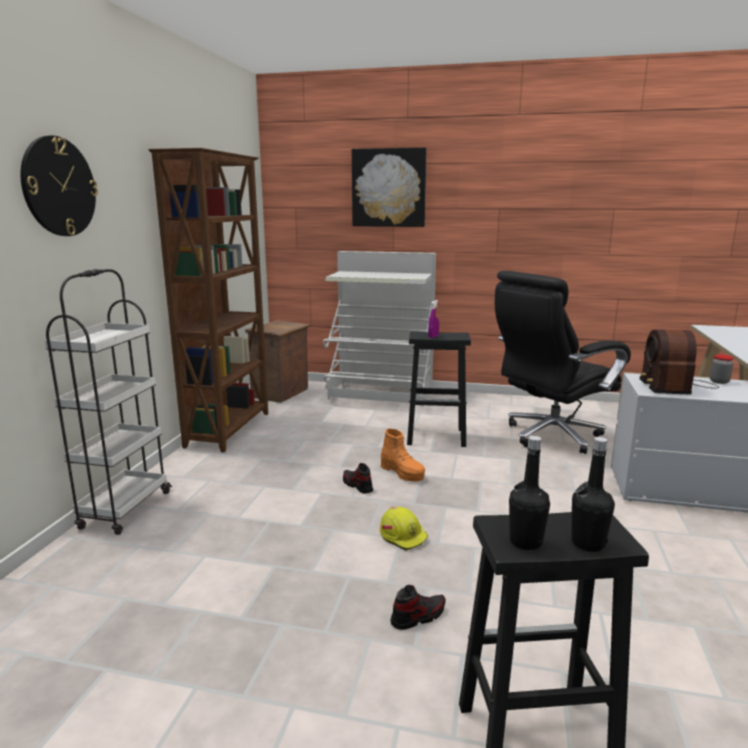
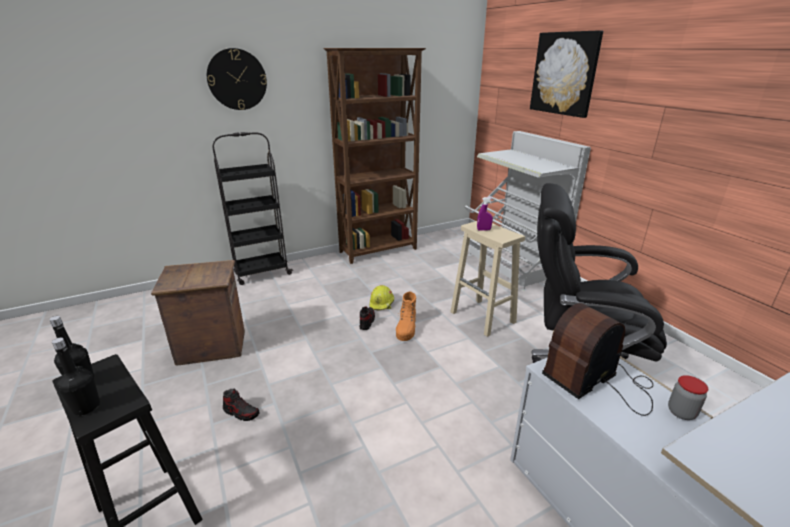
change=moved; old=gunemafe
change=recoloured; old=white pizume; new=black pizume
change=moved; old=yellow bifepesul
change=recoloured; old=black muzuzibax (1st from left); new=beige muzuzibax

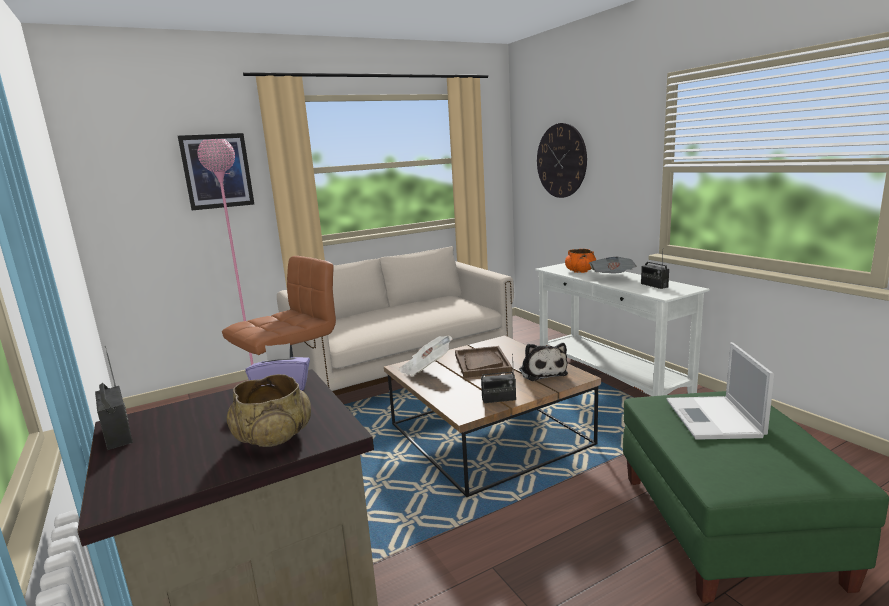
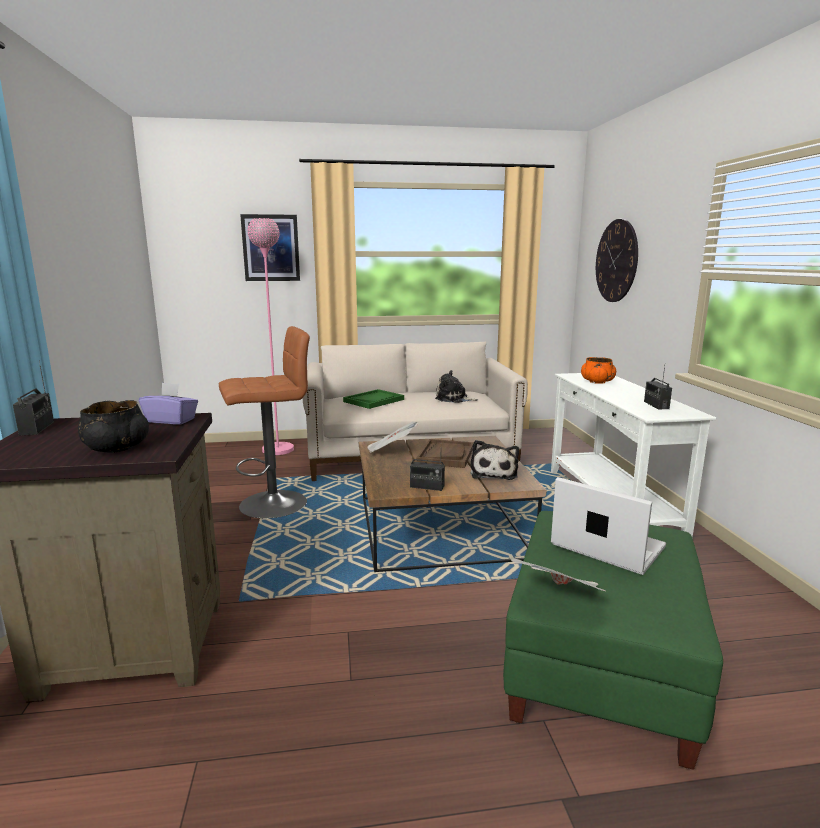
change=recoloured; old=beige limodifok; new=black limodifok
change=added; new=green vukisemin
change=added; new=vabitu (1st from left)
change=moved; old=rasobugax (2nd from left)
change=turned; old=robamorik; degrees=105

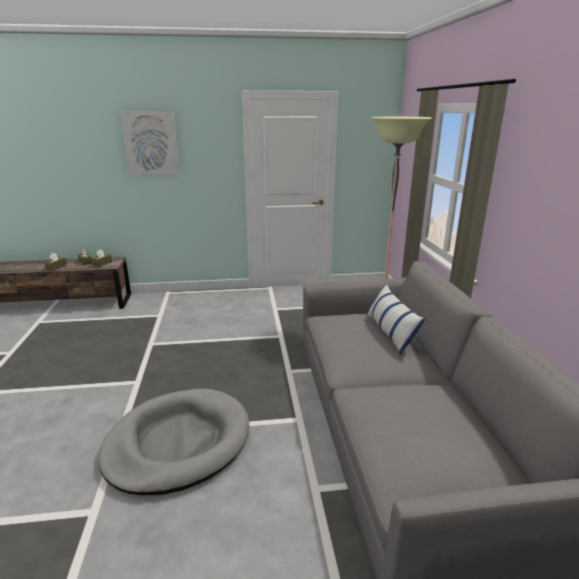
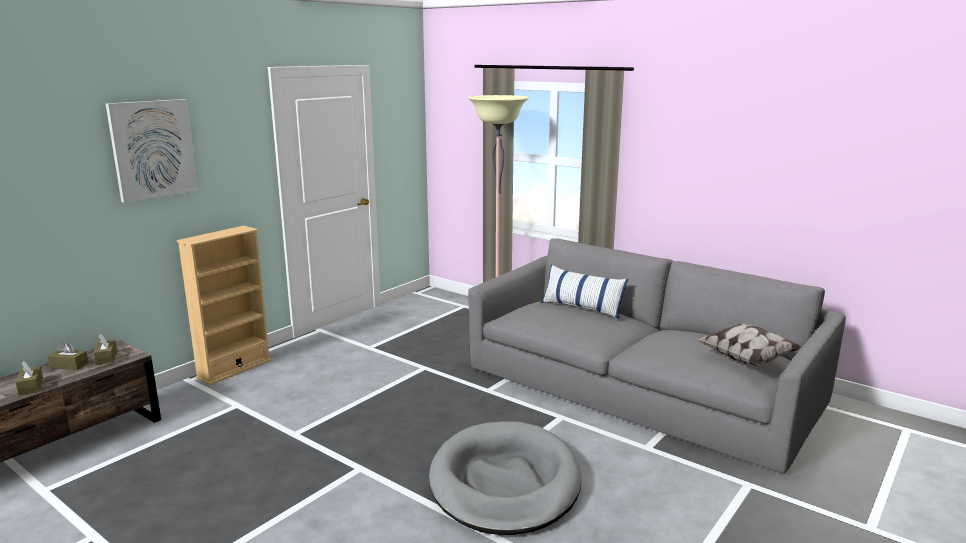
change=added; new=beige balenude
change=added; new=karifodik (2nd from left)

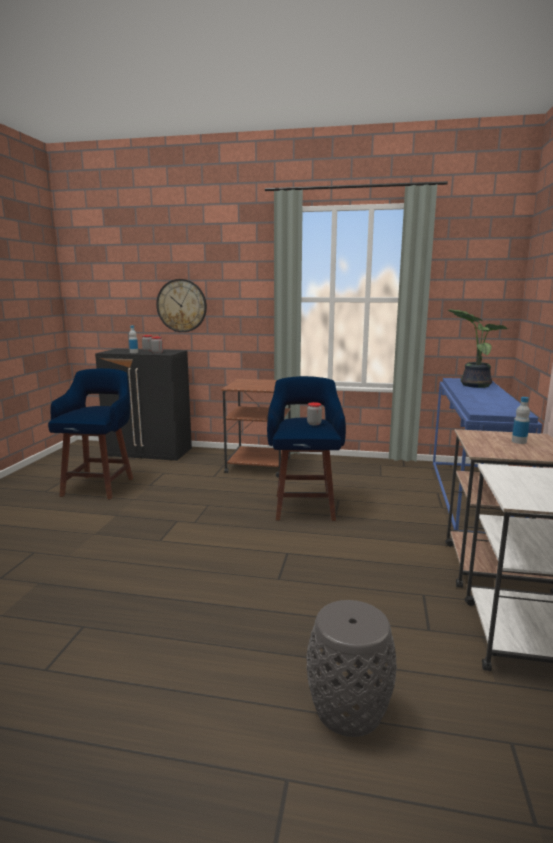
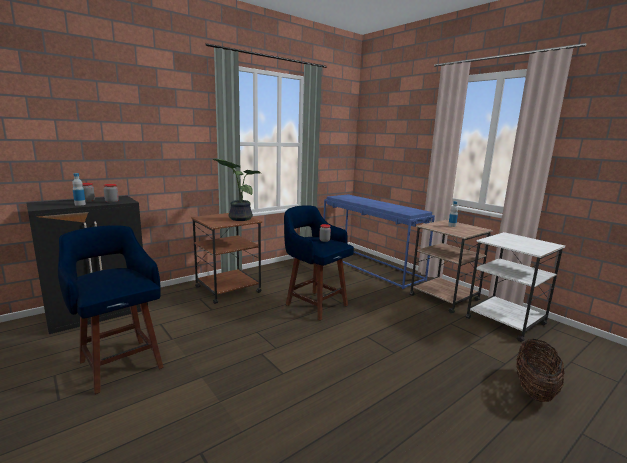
change=moved; old=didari
change=replaced; old=grey muzuzibax; new=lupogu
change=removed; old=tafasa

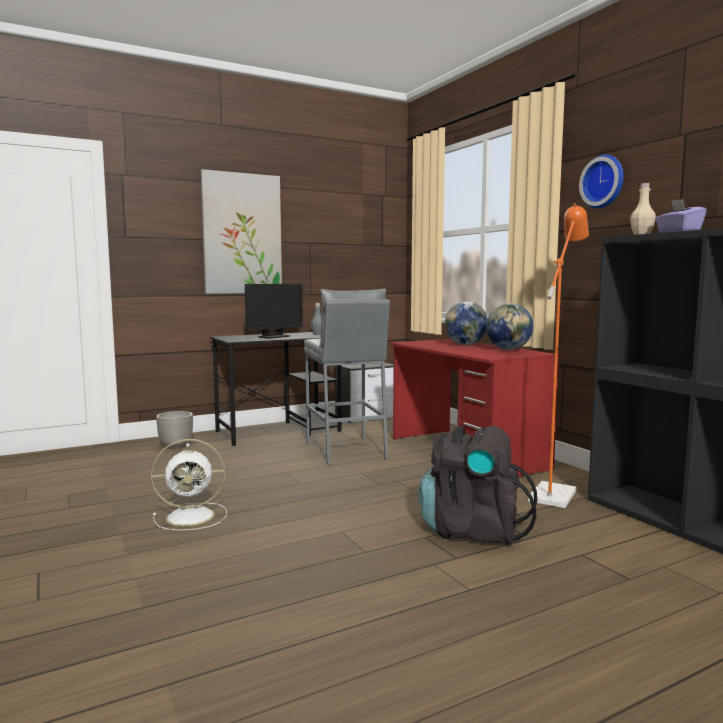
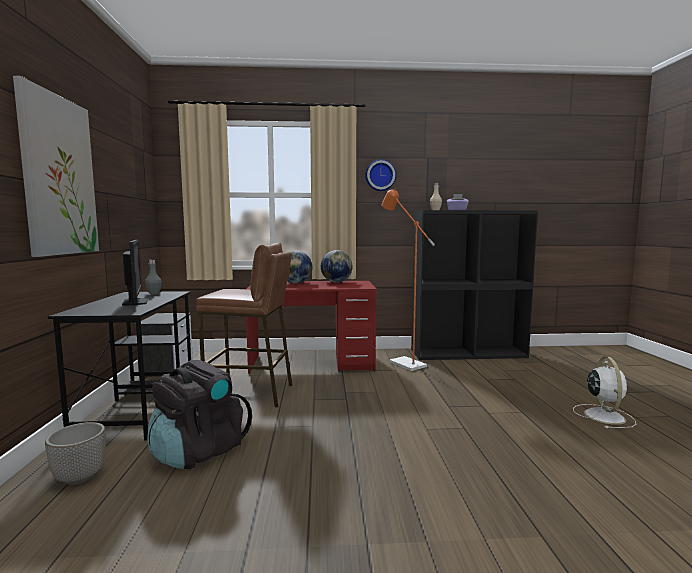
change=moved; old=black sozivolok
change=recoloured; old=grey muzuzibax; new=brown muzuzibax
change=moved; old=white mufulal

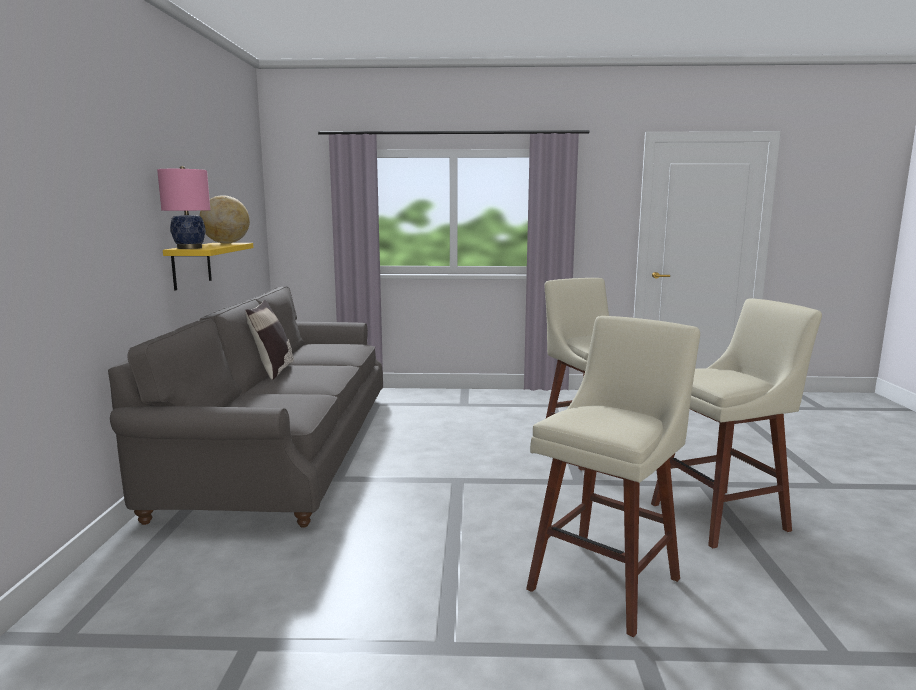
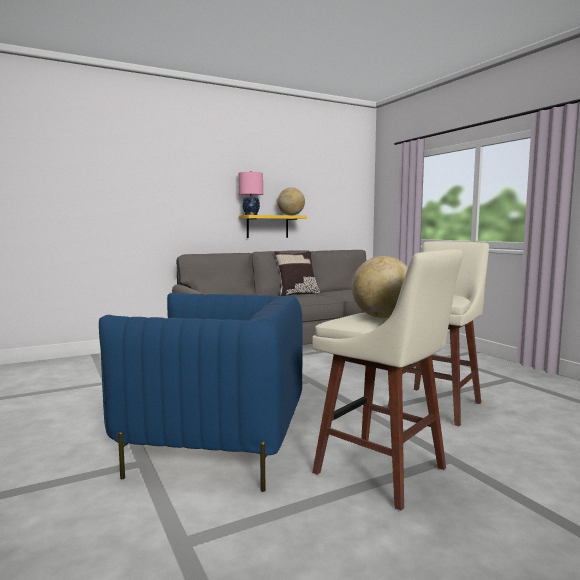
change=replaced; old=beige muzuzibax (2nd from left); new=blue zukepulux
change=added; new=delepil (2nd from left)

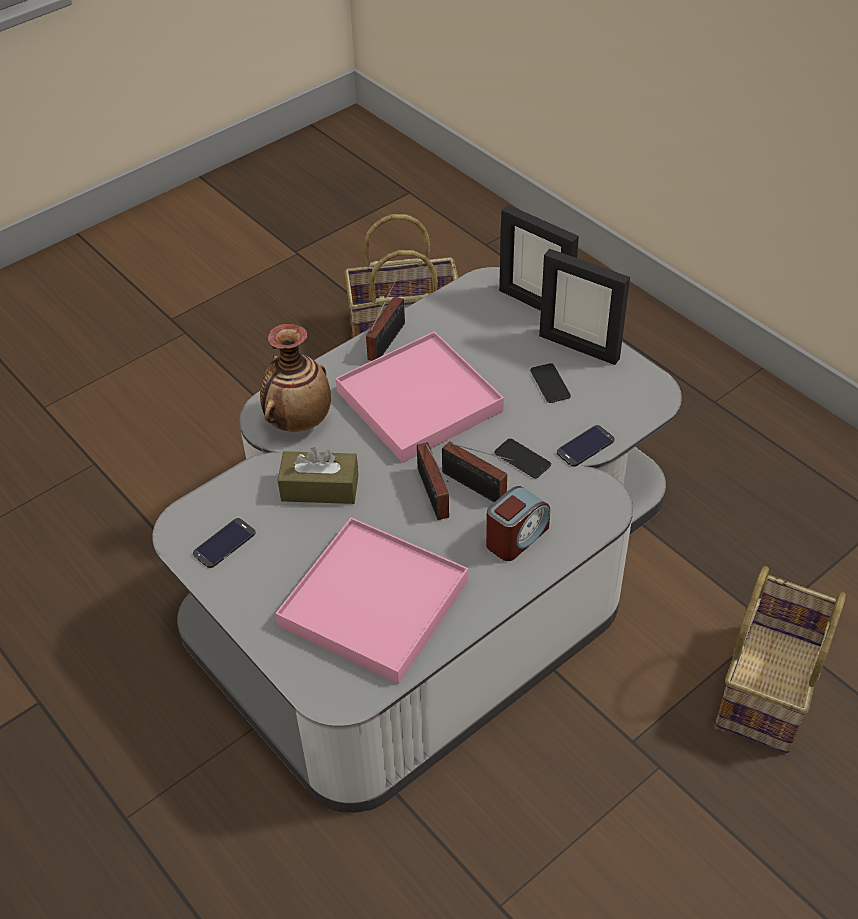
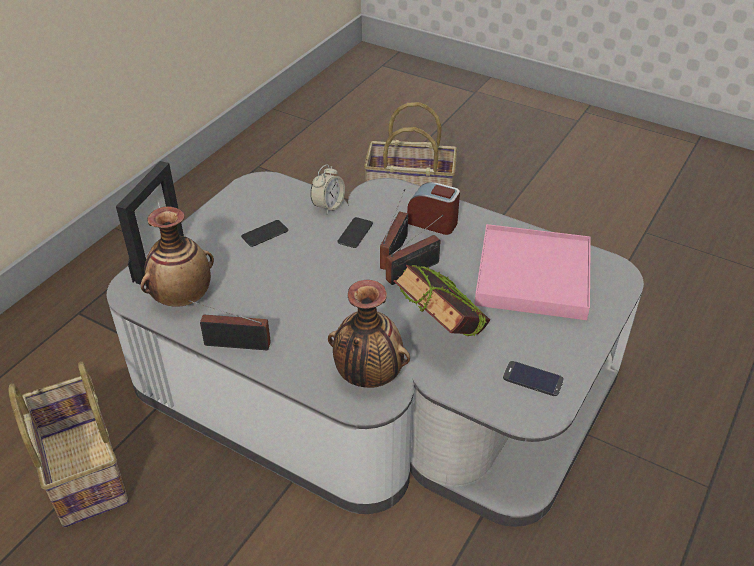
change=added; new=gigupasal (1st from left)
change=replaced; old=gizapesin (4th from left); new=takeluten (1st from left)
change=replaced; old=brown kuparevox; new=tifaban
change=removed; old=pink vukisemin (2nd from left)
change=removed; old=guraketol (2nd from left)

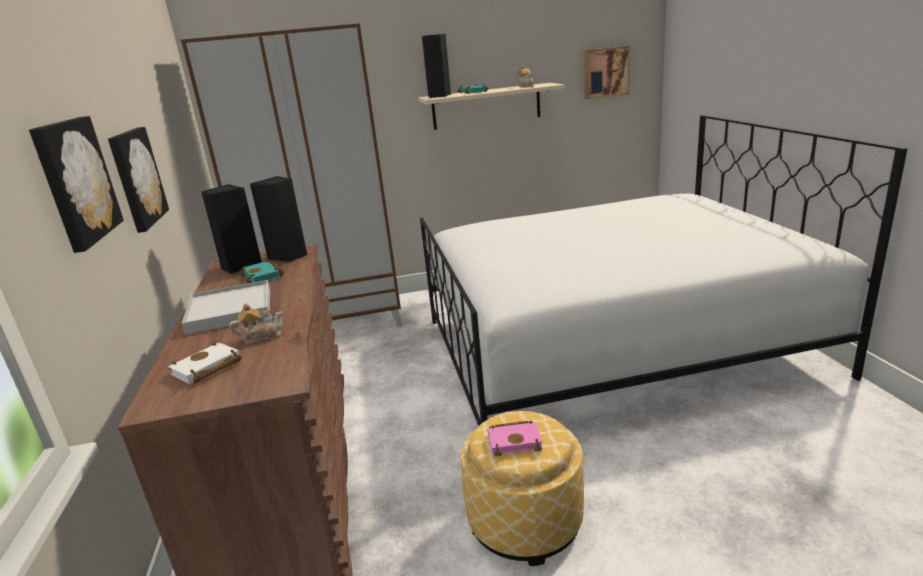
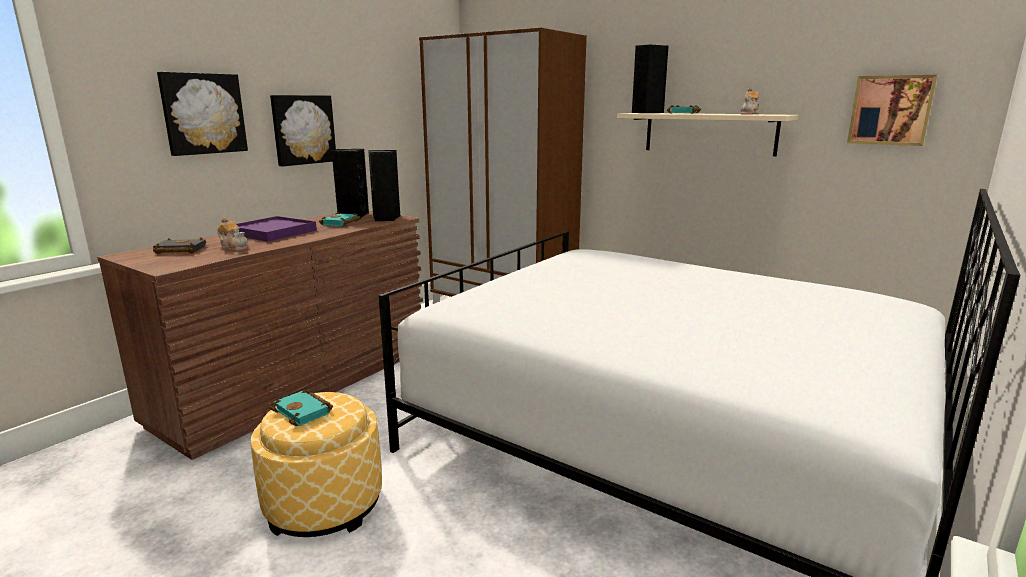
change=recoloured; old=white tifaban; new=black tifaban
change=recoloured; old=white vukisemin; new=purple vukisemin
change=recoloured; old=pink tifaban; new=turquoise tifaban (1st from left)

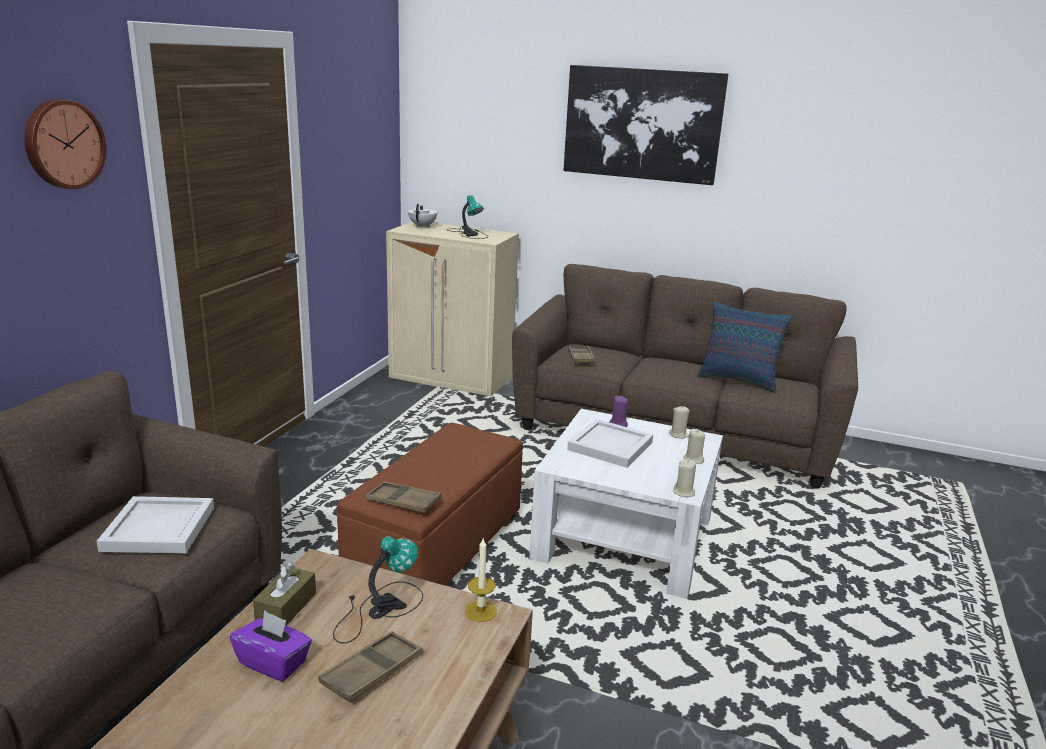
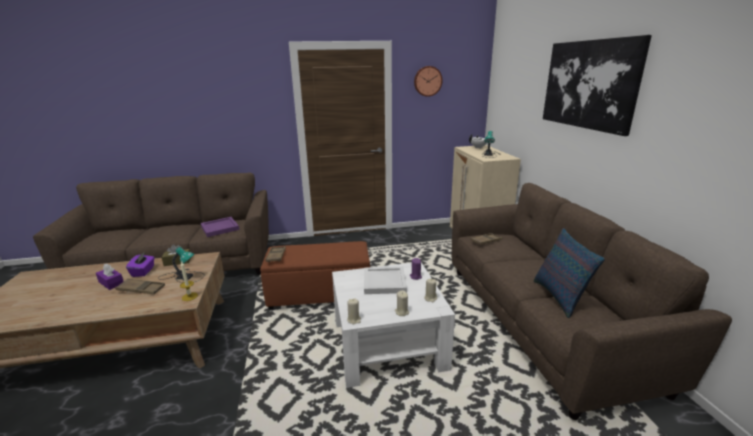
change=added; new=purple kuparevox (1st from left)
change=recoloured; old=white vukisemin (1st from left); new=purple vukisemin
change=moved; old=tafasa

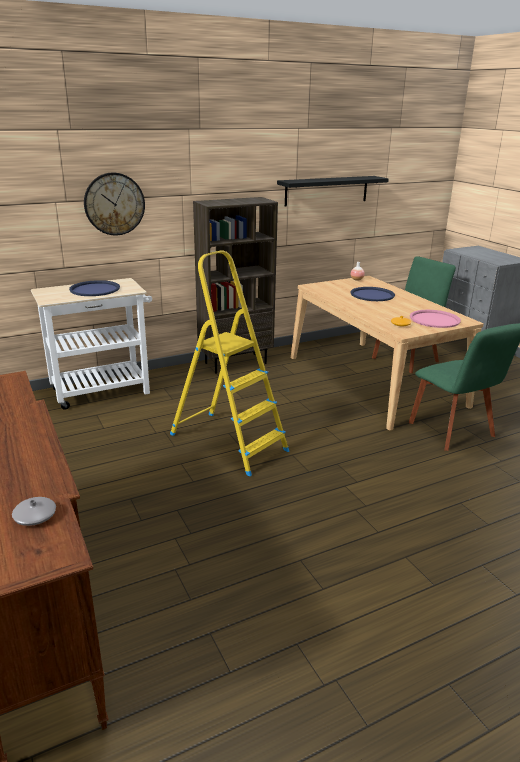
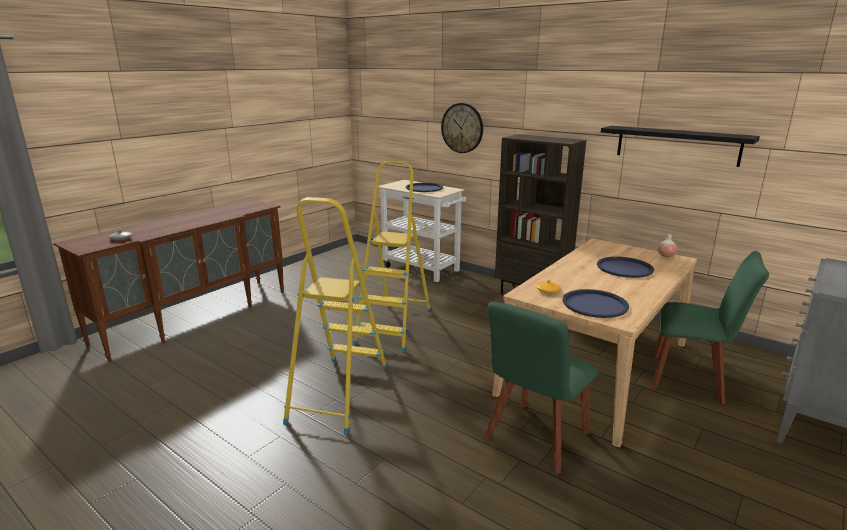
change=added; new=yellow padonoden (1st from left)
change=recoloured; old=pink vukisemin; new=blue vukisemin (2nd from left)

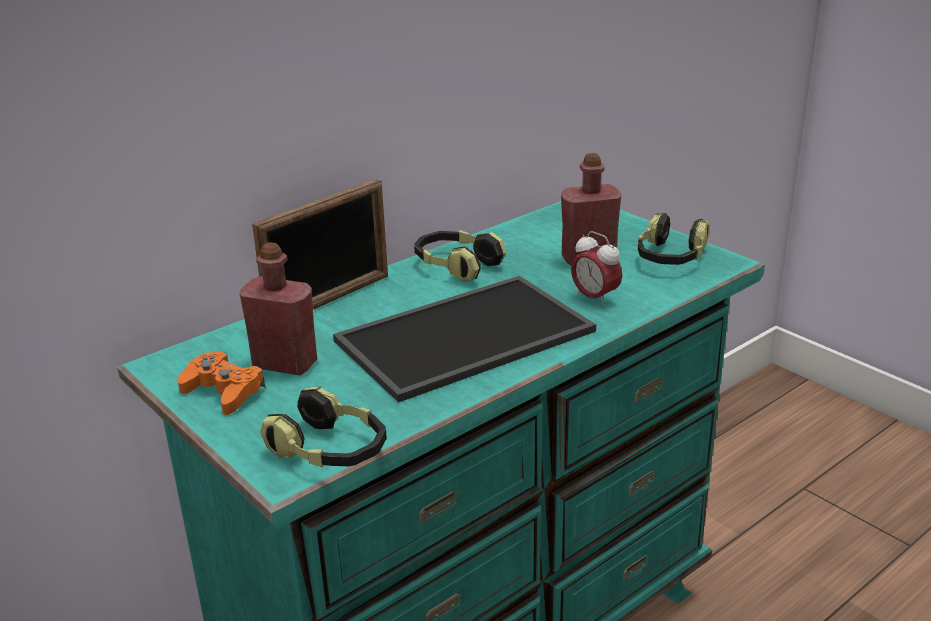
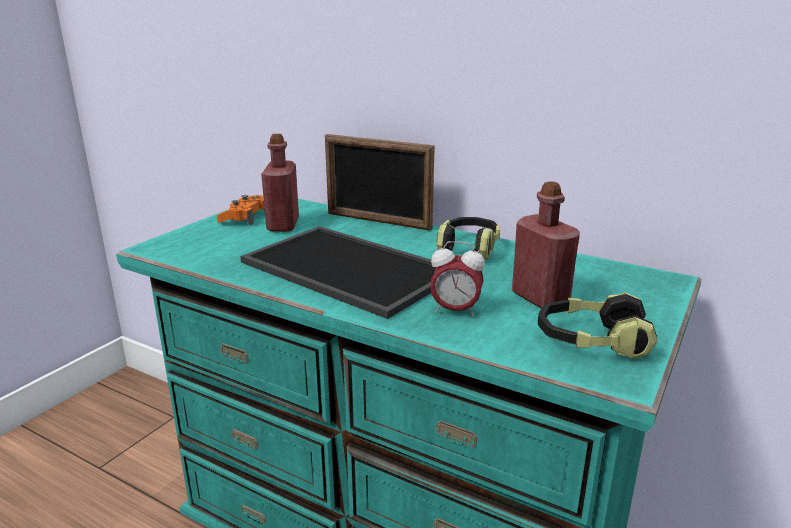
change=turned; old=takeluten; degrees=-105
change=removed; old=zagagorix (1st from left)

